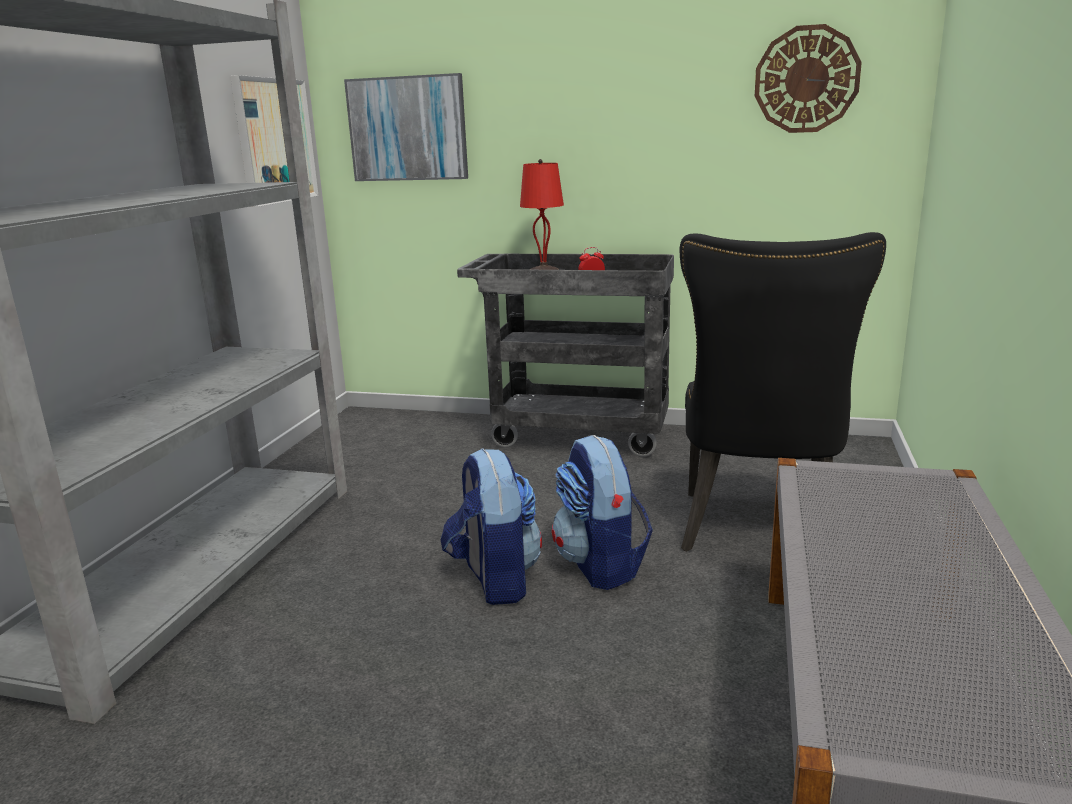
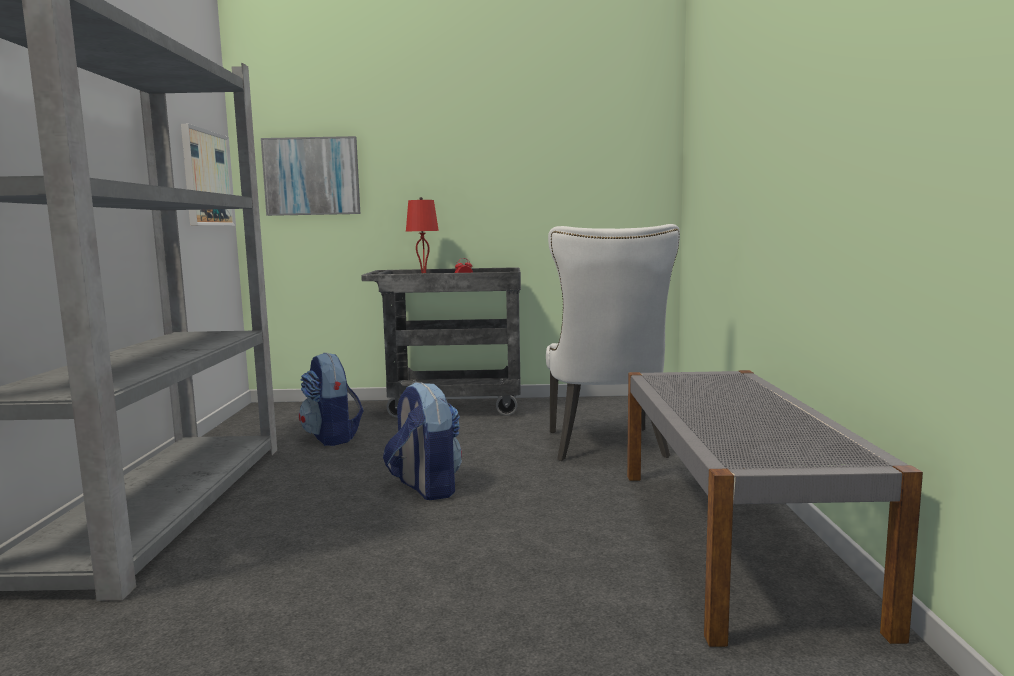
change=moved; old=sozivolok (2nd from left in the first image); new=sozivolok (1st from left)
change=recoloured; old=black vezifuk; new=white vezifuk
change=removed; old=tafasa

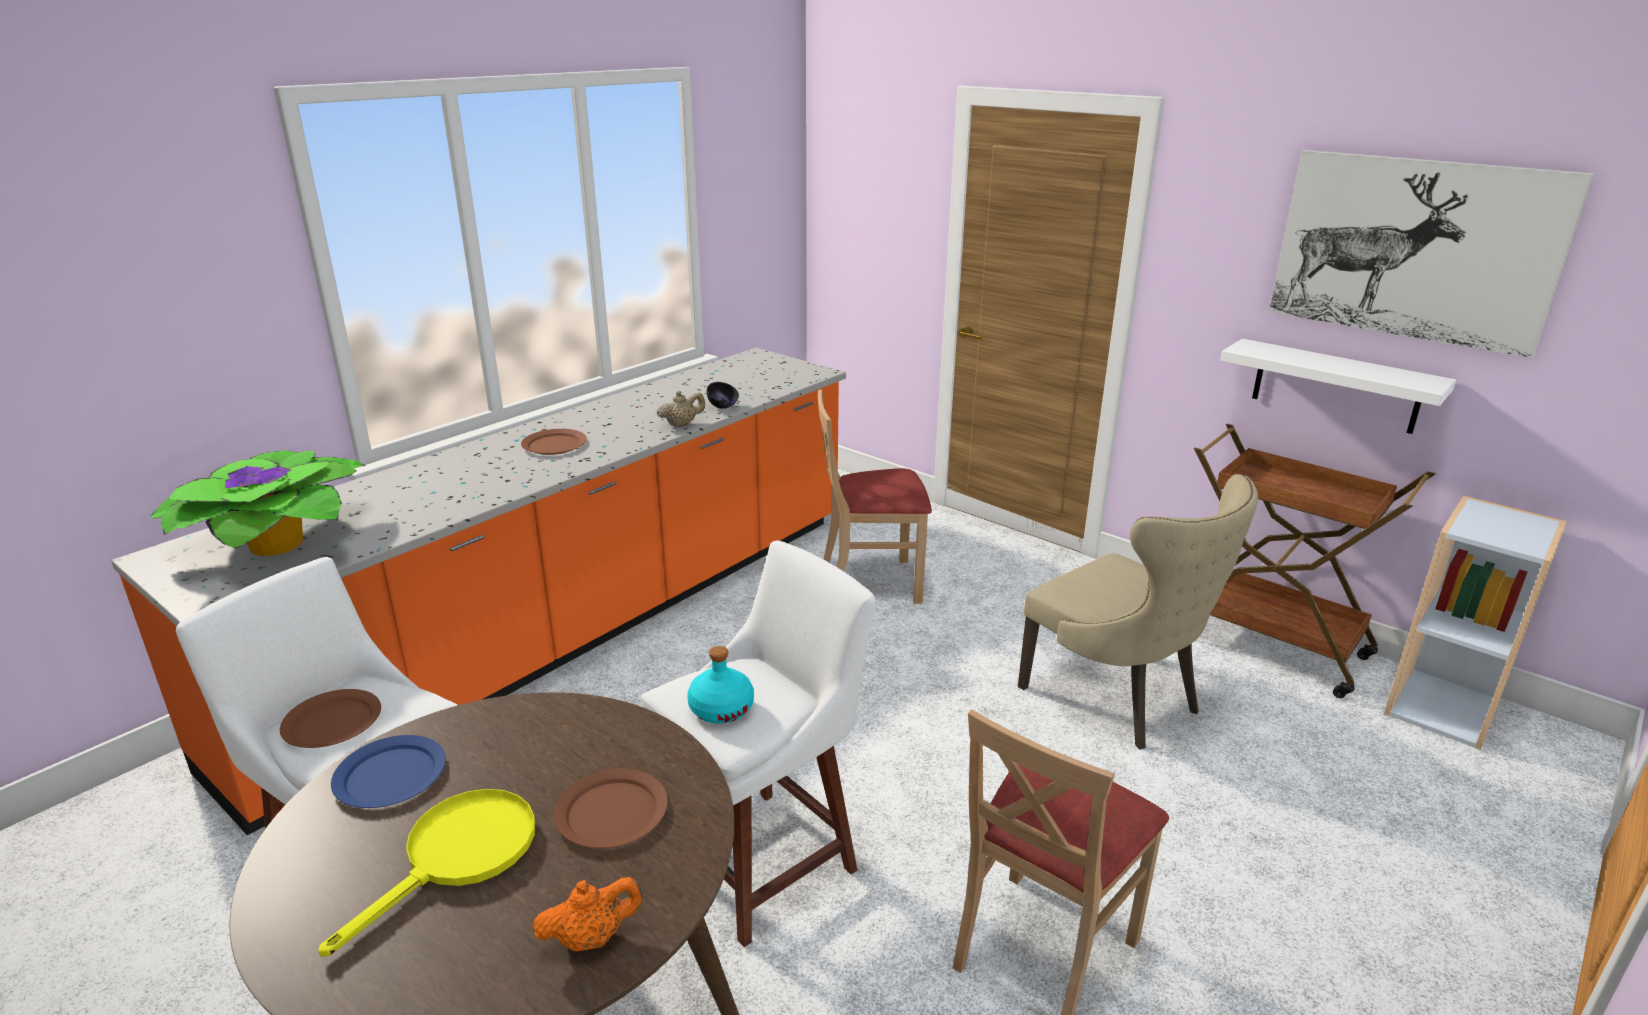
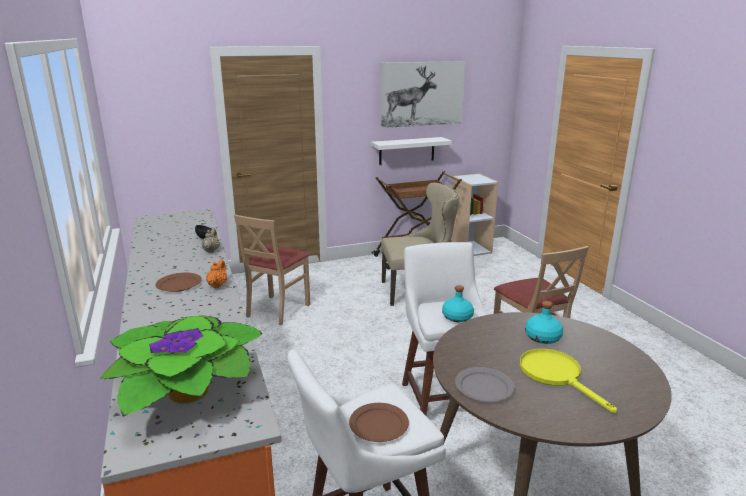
change=moved; old=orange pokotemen
change=recoloured; old=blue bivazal; new=grey bivazal
change=replaced; old=brown bivazal (3rd from left); new=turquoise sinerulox (2nd from left)

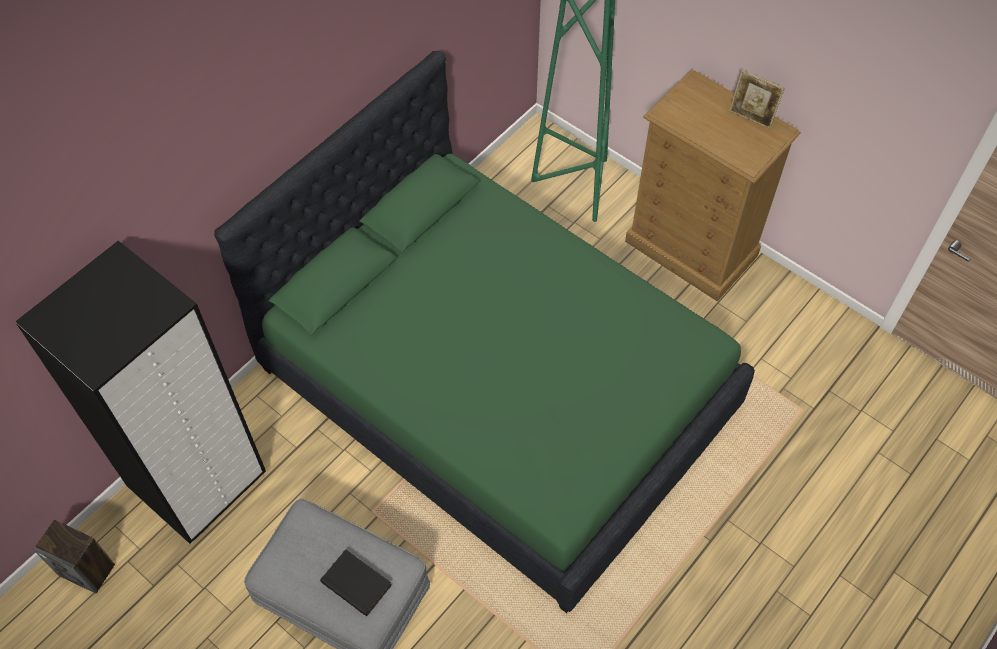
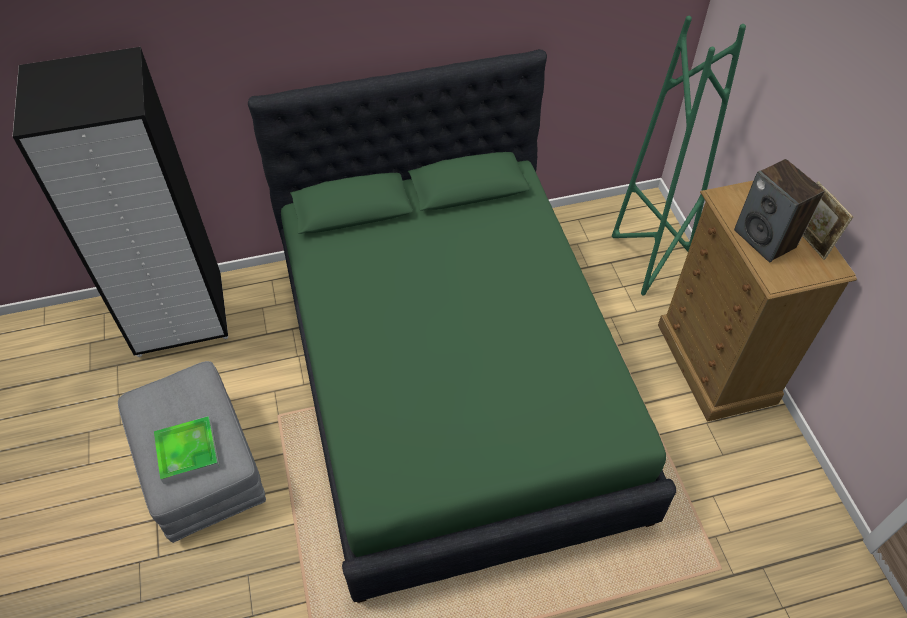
change=replaced; old=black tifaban; new=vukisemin
change=moved; old=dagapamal

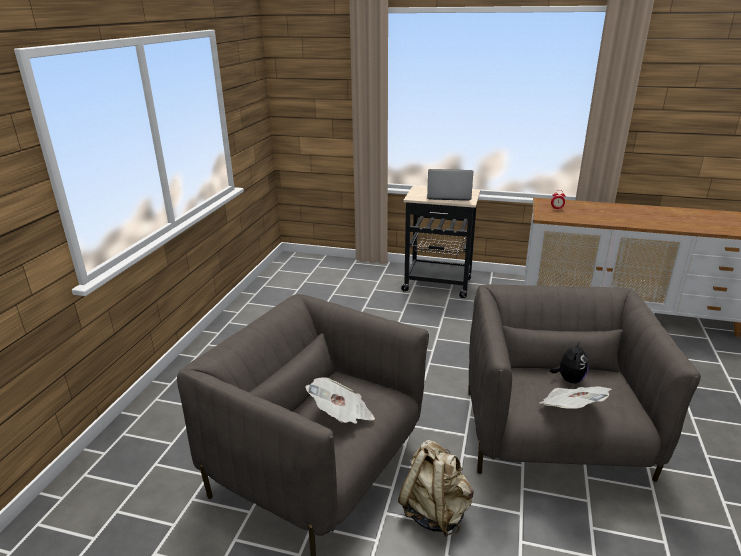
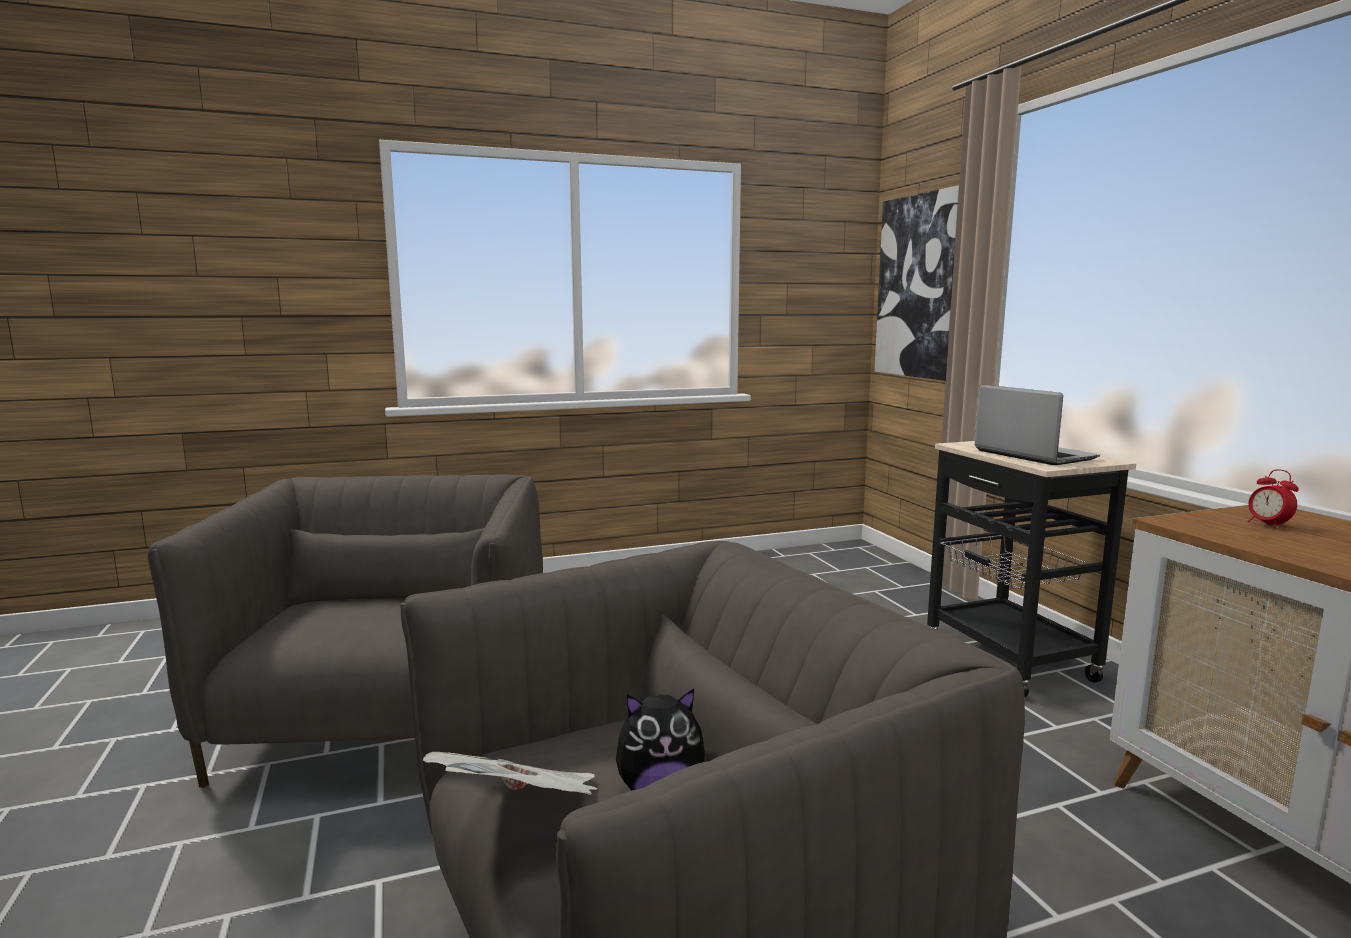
change=added; new=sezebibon
change=removed; old=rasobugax (1st from left)
change=removed; old=beige sozivolok

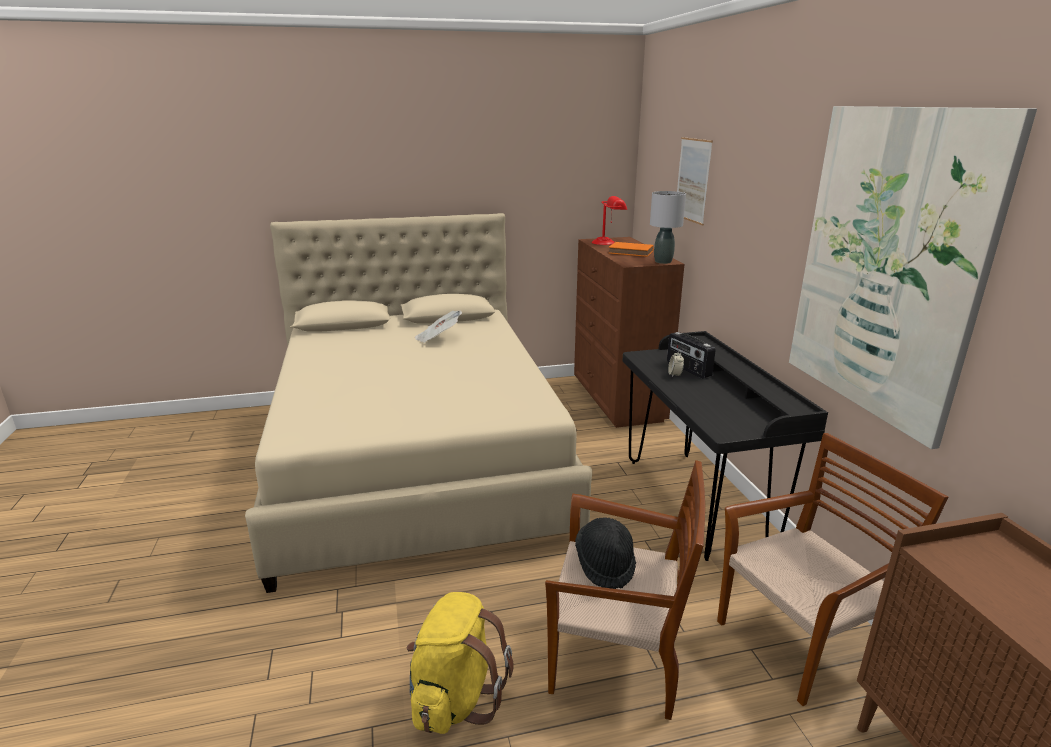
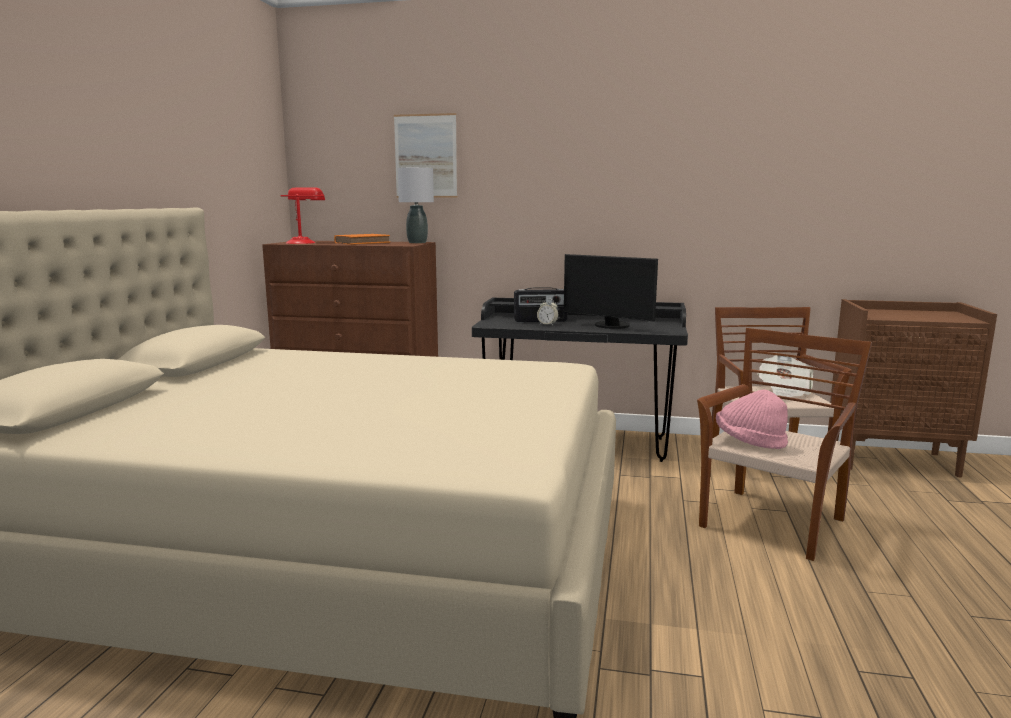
change=added; new=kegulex
change=recoloured; old=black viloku; new=pink viloku
change=moved; old=rasobugax
change=removed; old=yellow sozivolok
change=removed; old=sezebibon (2nd from left)

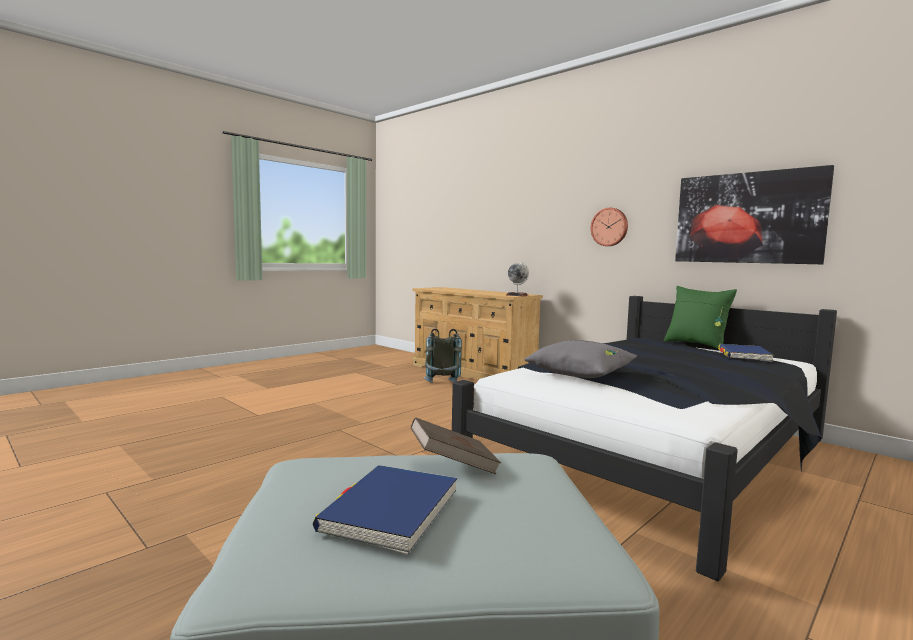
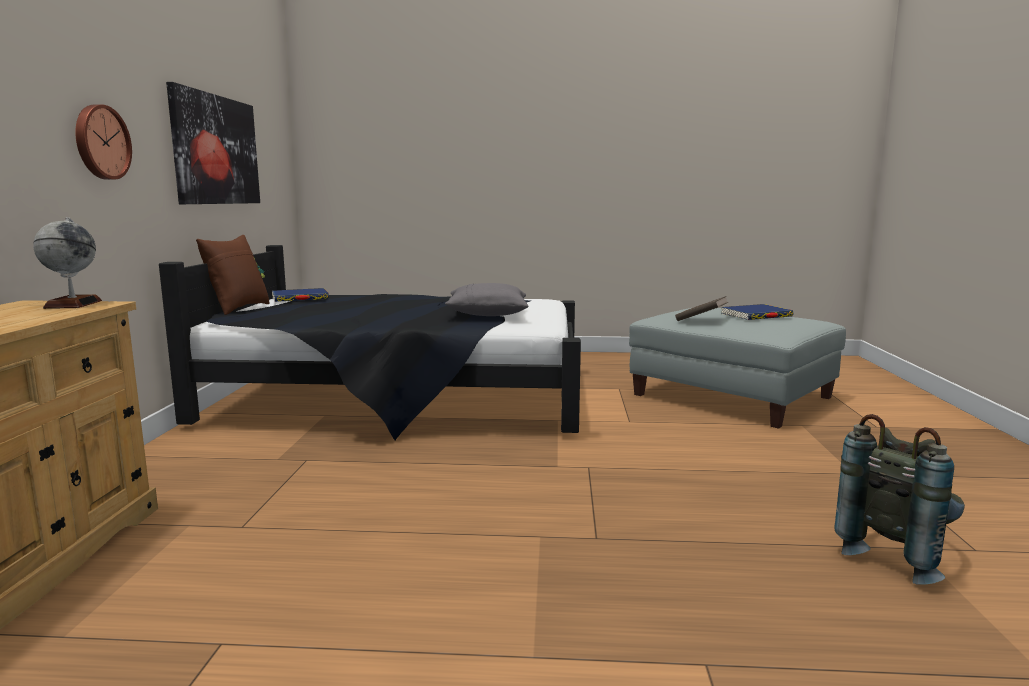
change=recoloured; old=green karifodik; new=brown karifodik
change=moved; old=grey sozivolok

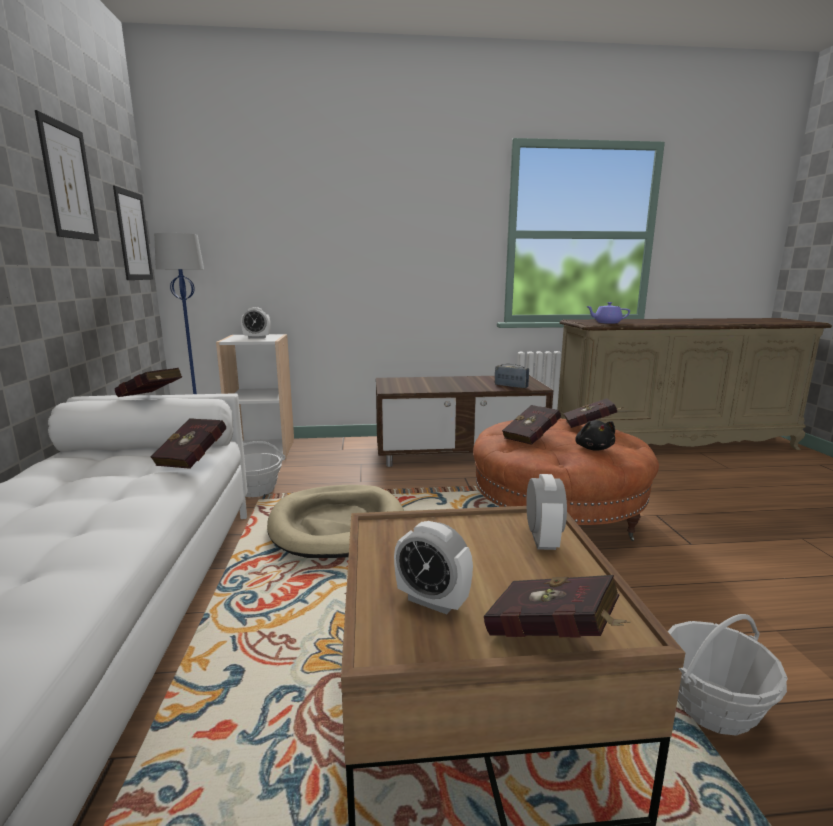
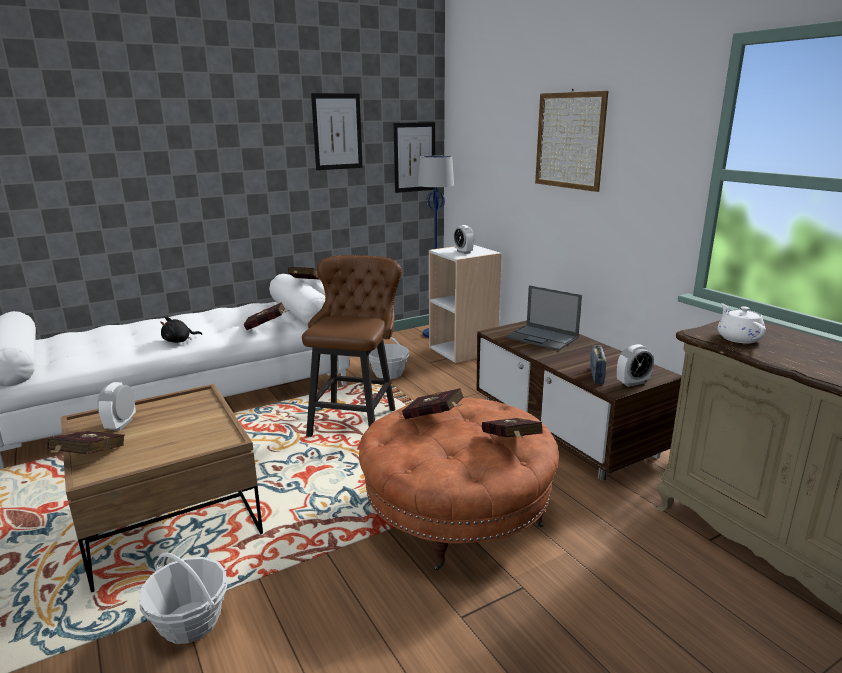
change=moved; old=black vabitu
change=replaced; old=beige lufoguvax; new=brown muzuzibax
change=added; new=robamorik
change=added; new=sezebibon (3rd from left)
change=moved; old=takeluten (3rd from left)
change=recoloured; old=purple pokotemen; new=white pokotemen

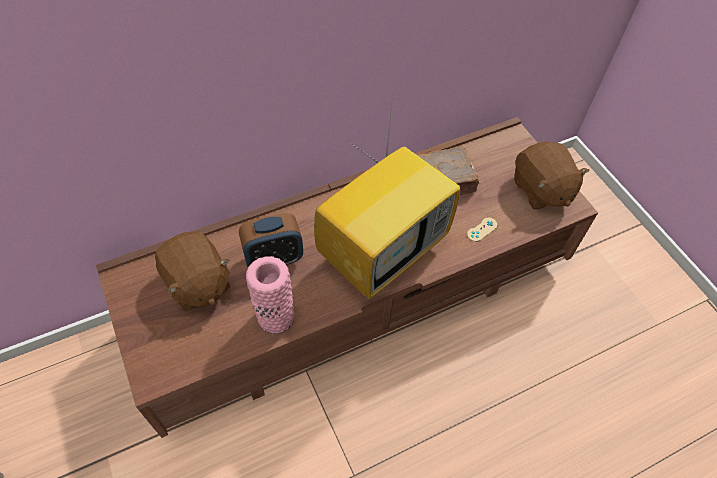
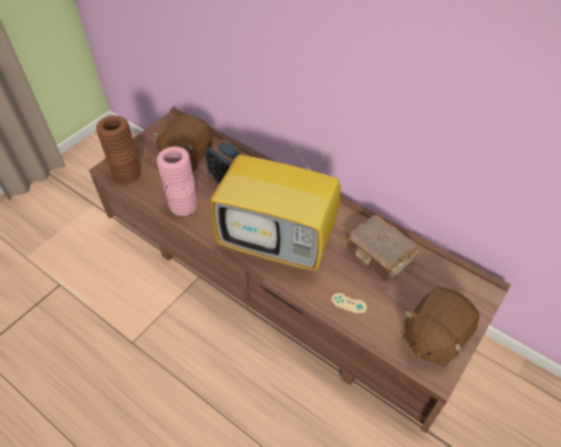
change=added; new=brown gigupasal

